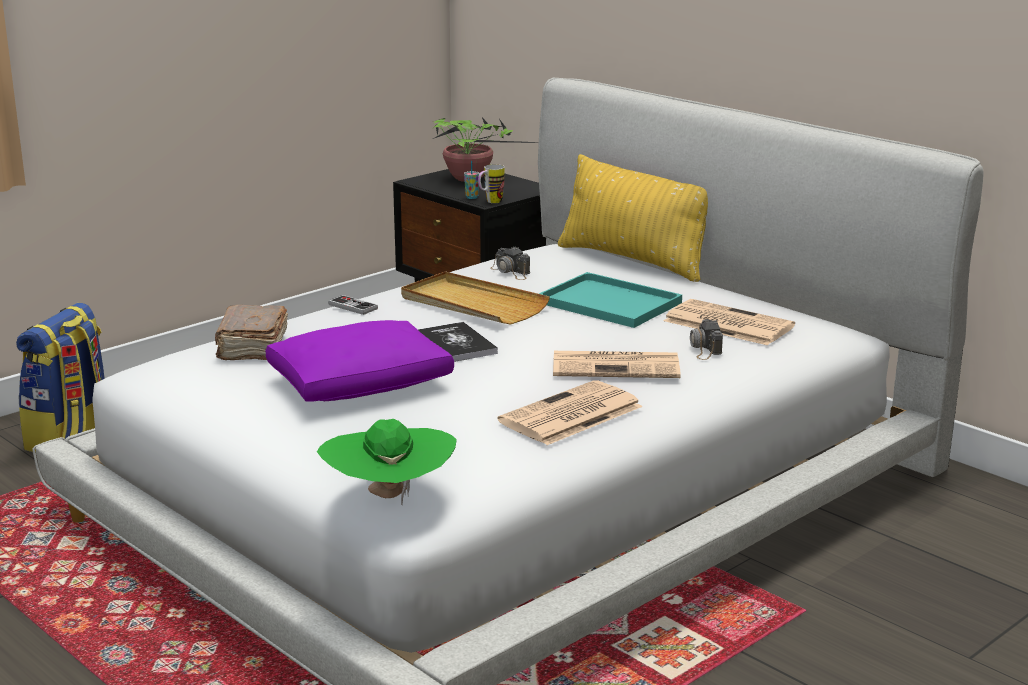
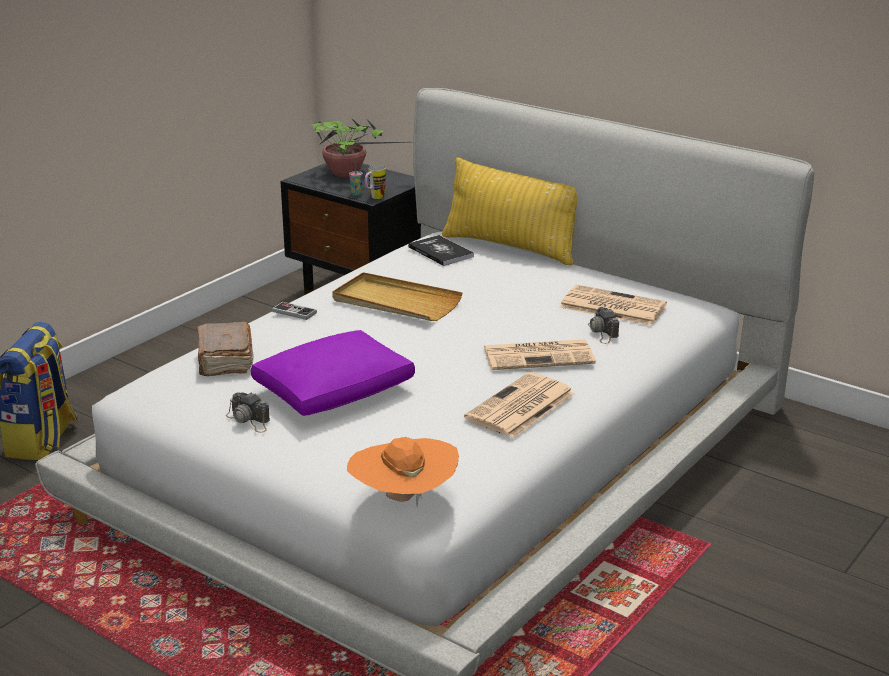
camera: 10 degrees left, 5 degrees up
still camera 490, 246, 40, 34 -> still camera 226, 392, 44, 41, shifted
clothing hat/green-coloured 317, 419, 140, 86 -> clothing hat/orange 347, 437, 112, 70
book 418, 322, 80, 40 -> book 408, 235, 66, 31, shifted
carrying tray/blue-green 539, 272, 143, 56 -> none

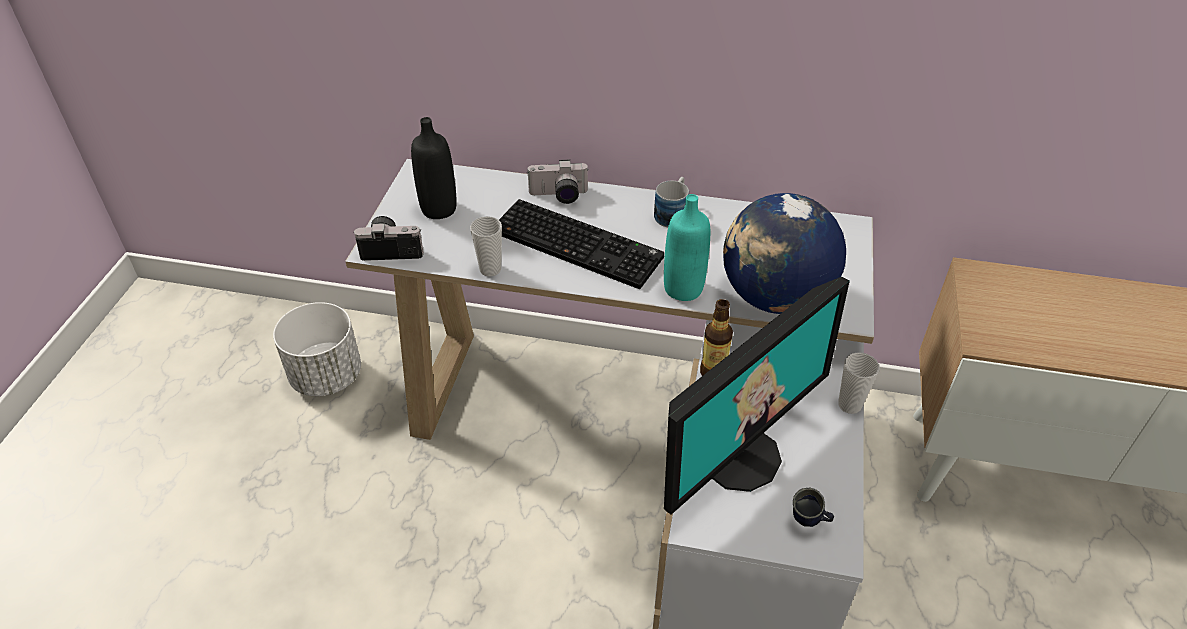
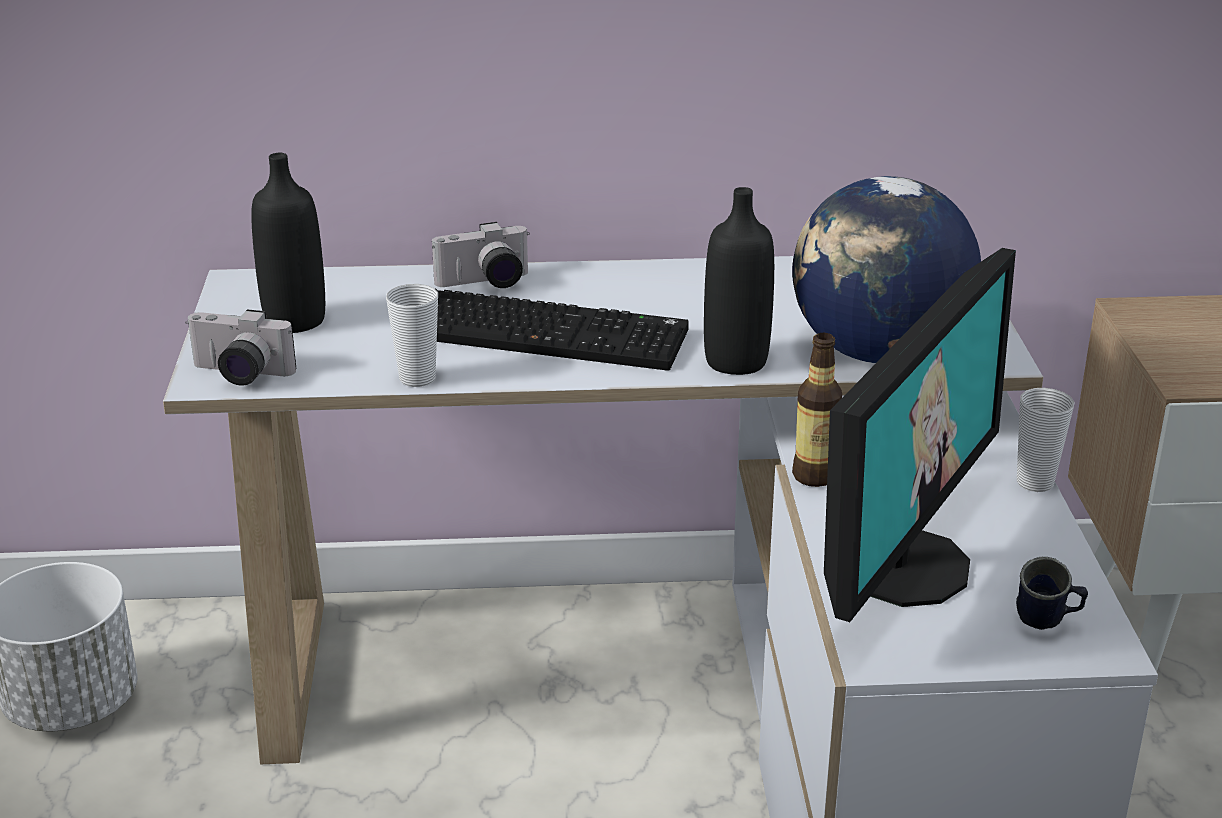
camera: 15 degrees left, 15 degrees down
still camera 354, 216, 70, 45 -> still camera 185, 309, 111, 77, 150 degrees counterclockwise
drink bottle/blue-green 664, 194, 46, 107 -> drink bottle/blackish 704, 187, 70, 188
tea mug 654, 177, 35, 50 -> none

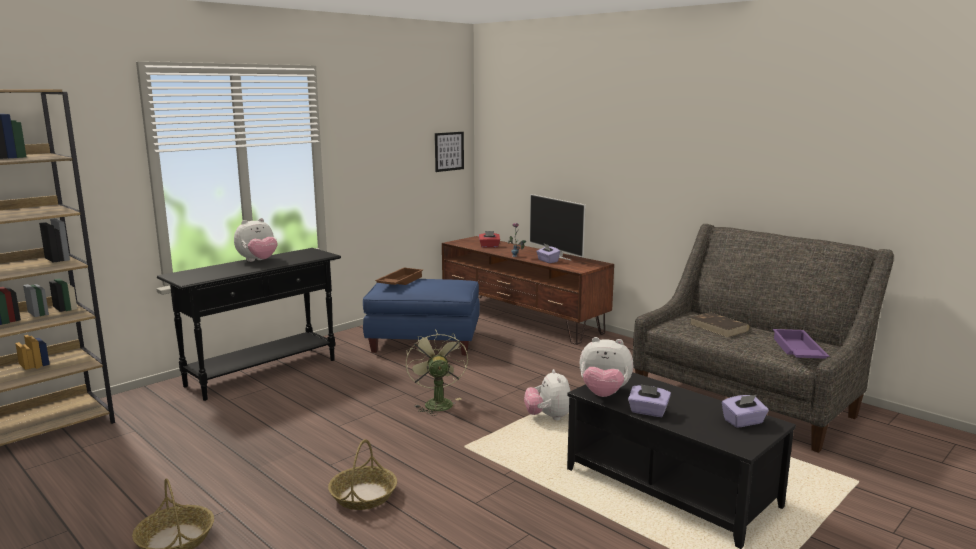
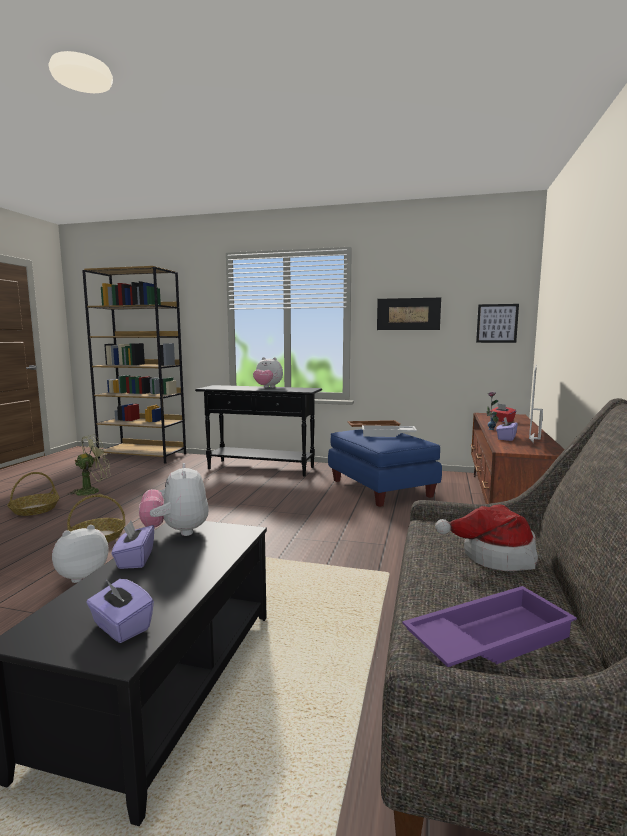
camera: 60 degrees right, 5 degrees down
cuddly toy 524, 369, 46, 51 -> cuddly toy 52, 525, 56, 58, shifted
cooling fan/green-coloured 406, 330, 62, 86 -> cooling fan/green-coloured 67, 434, 43, 62, shifted
none -> carrying tray/white-coloured 362, 425, 55, 12
none -> picture 377, 298, 64, 32
book/brownish 690, 312, 60, 25 -> clothing hat 435, 504, 103, 67

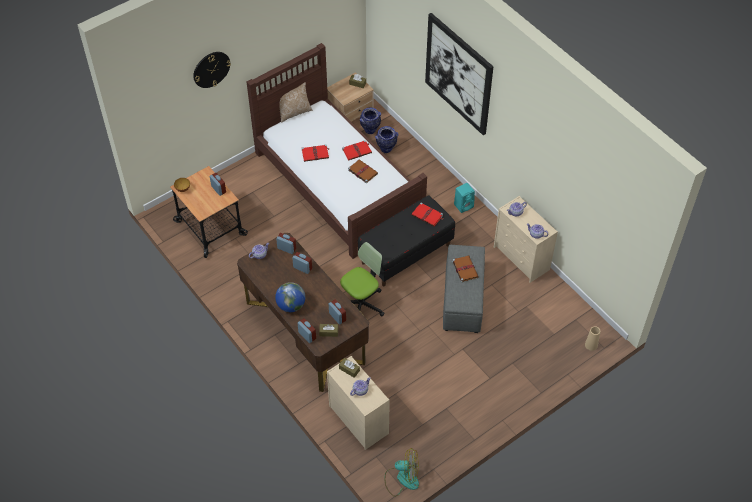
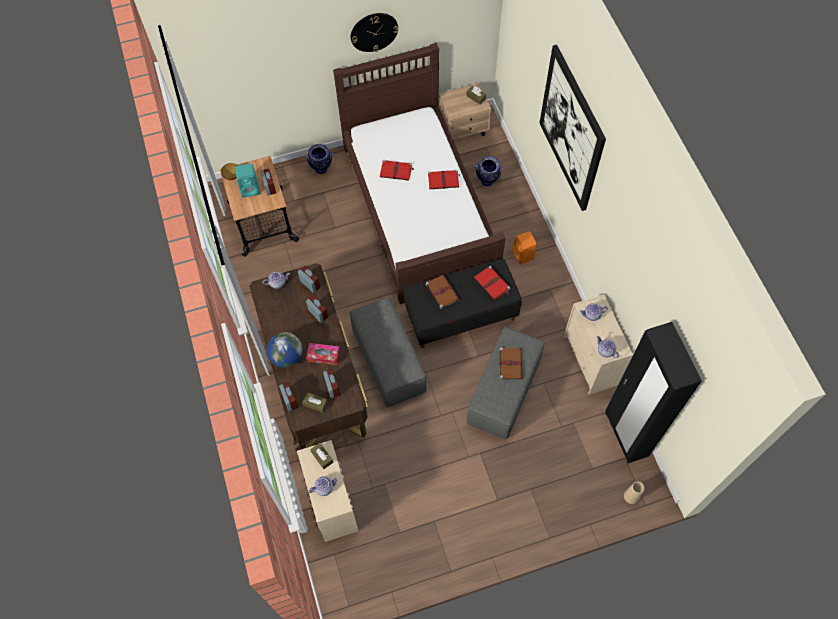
camera: 20 degrees right, 10 degrees up
audio speaker/blue-green 454, 183, 21, 30 -> audio speaker/blue-green 235, 163, 25, 35, shifted
decorative vase 359, 108, 22, 26 -> decorative vase 305, 144, 28, 30, shifted
none -> box of tissues 306, 343, 34, 22
desk chair 340, 242, 45, 75 -> ottoman/grey 350, 297, 76, 110
wall clock 193, 52, 38, 36 -> wall clock 351, 13, 47, 39, shifted
book/brownish 348, 159, 30, 24 -> book/brownish 426, 274, 33, 35, shifted
none -> audio speaker/orange 512, 231, 25, 34
none -> armoire/blackish 605, 322, 97, 141
cushion 279, 82, 33, 41 -> none
cooling fan 384, 448, 35, 49 -> none

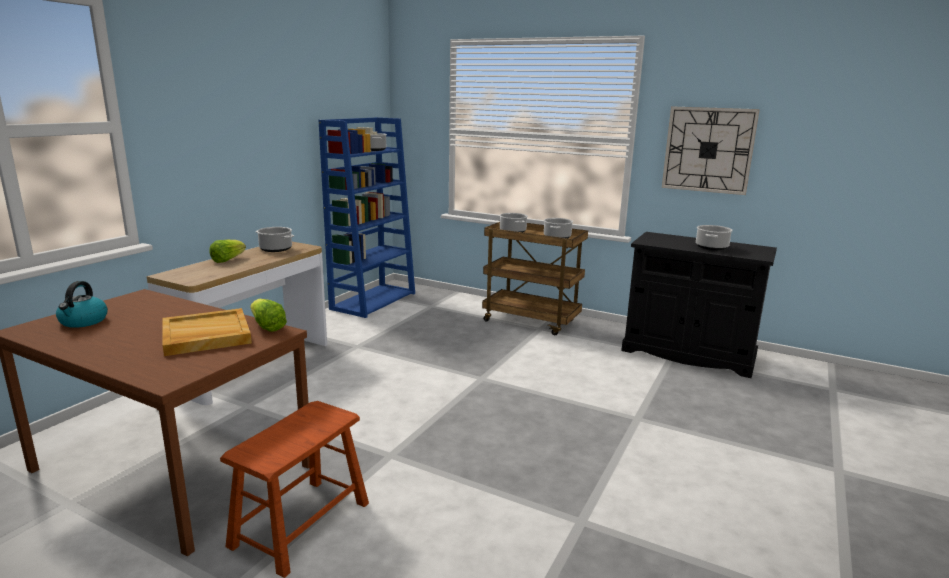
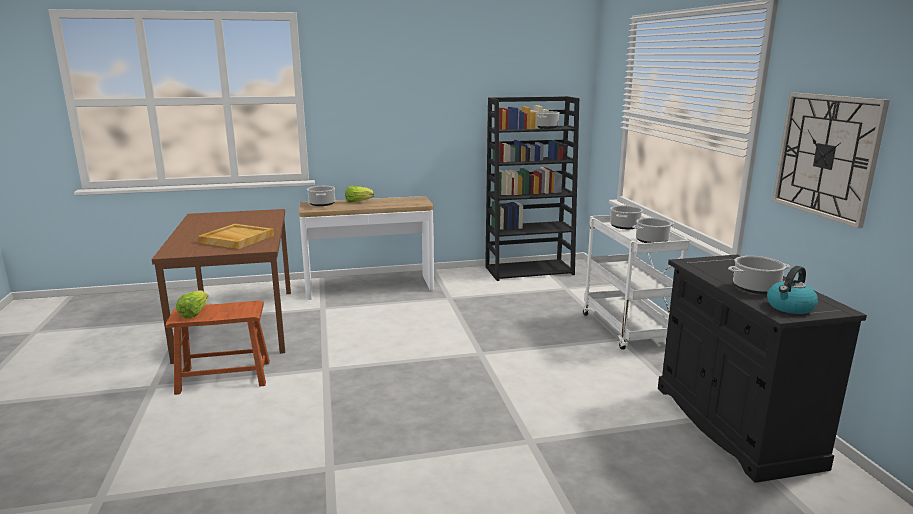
camera: 50 degrees right, 0 degrees up
lettuce head 250, 299, 37, 33 -> lettuce head 176, 291, 32, 28, shifted
stockpot 256, 227, 38, 25 -> stockpot 307, 186, 28, 20, shifted
bookcase/blue 319, 117, 96, 201 -> bookcase/blackish 485, 96, 94, 185
wheeled cart/brownish 482, 222, 106, 113 -> wheeled cart/white-coloured 583, 215, 106, 135
water kettle 56, 281, 52, 47 -> water kettle 767, 266, 51, 48, shifted

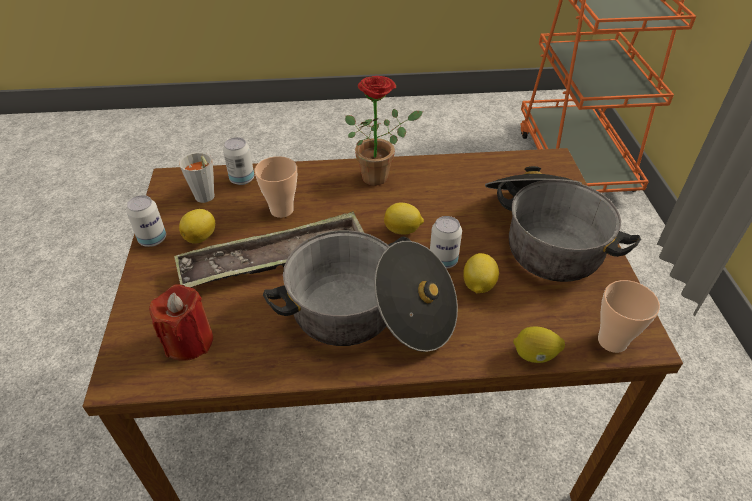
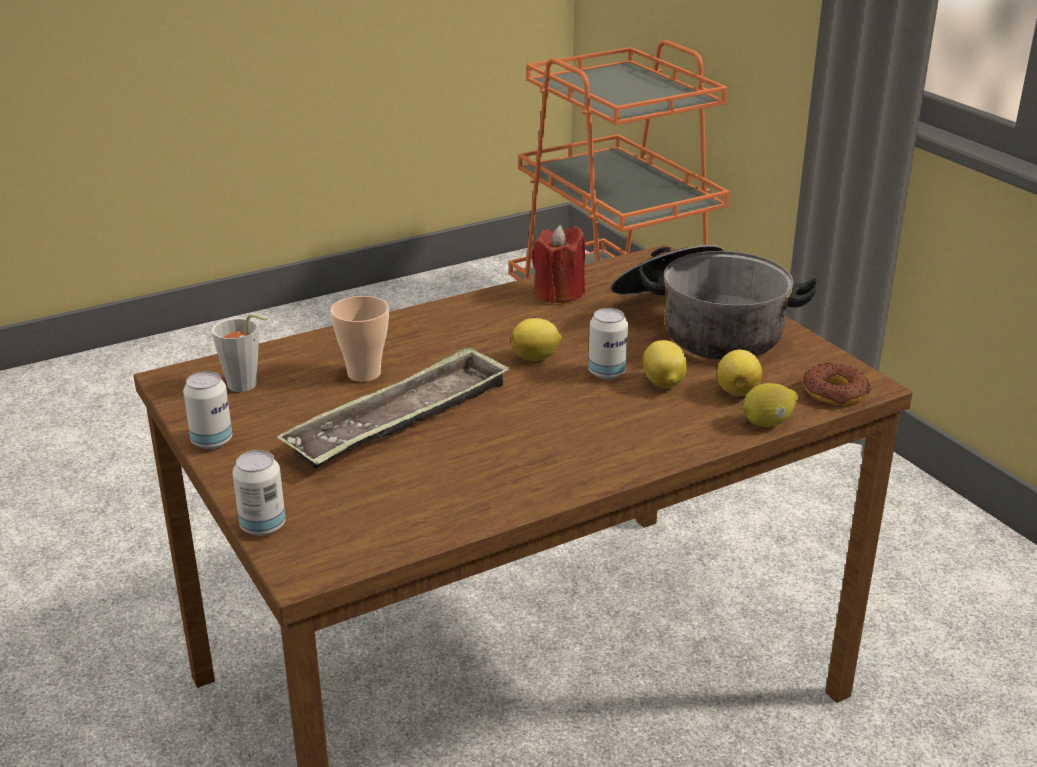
camera: 25 degrees left, 15 degrees down
can 223, 137, 31, 48 -> can 233, 450, 53, 86, shifted
wax candle/red 149, 284, 64, 77 -> wax candle/red 532, 225, 53, 79, shifted
citrus fruit 179, 209, 36, 35 -> citrus fruit 717, 349, 45, 47, shifted
drinking cup 598, 280, 62, 73 -> donut 803, 363, 68, 42
stockpot 263, 230, 195, 122 -> none
potted plant 345, 76, 78, 110 -> none

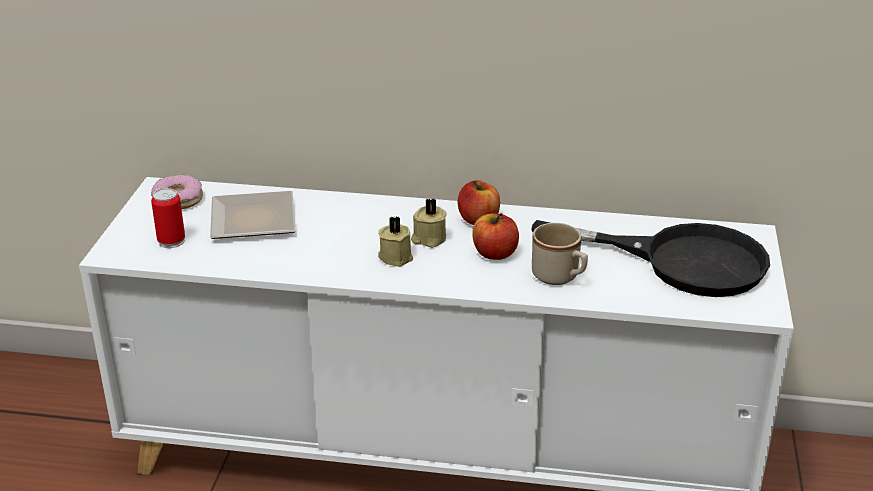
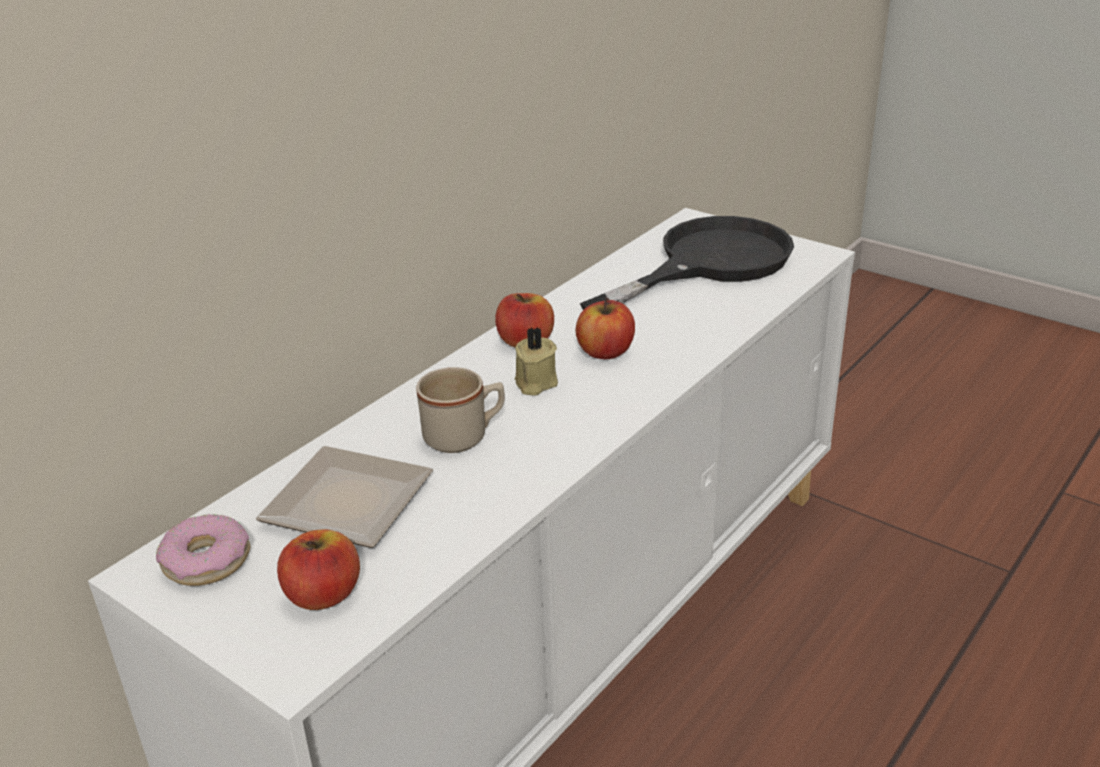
camera: 60 degrees left, 0 degrees up
can 151, 188, 34, 60 -> apple fruit 277, 529, 83, 81
tea mug/beige 532, 223, 56, 62 -> tea mug/beige 416, 367, 89, 86, shifted
wax candle/beige 378, 216, 35, 51 -> none

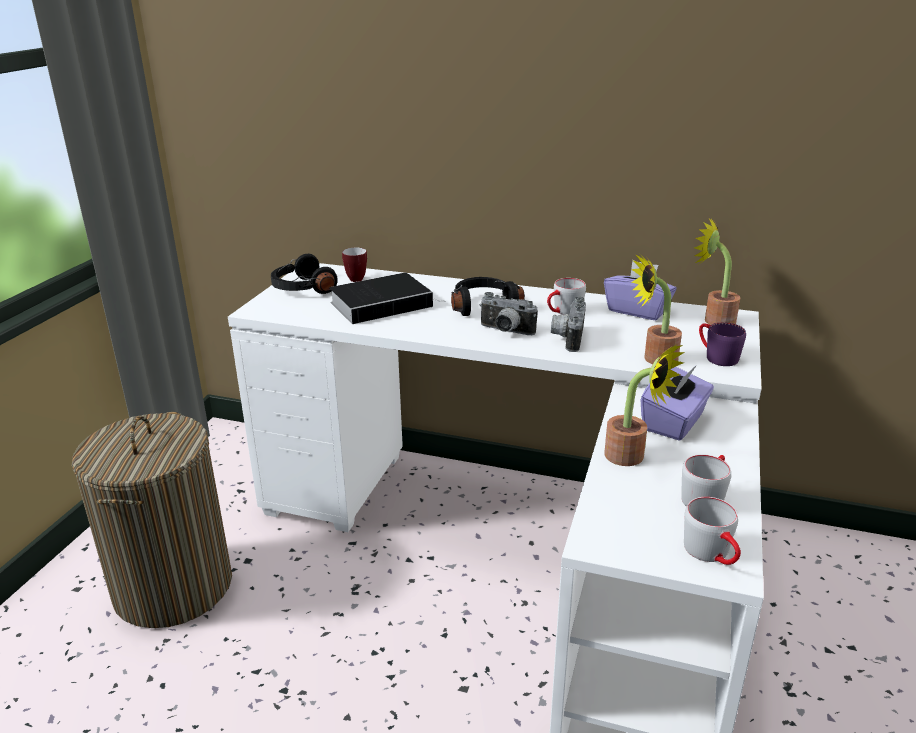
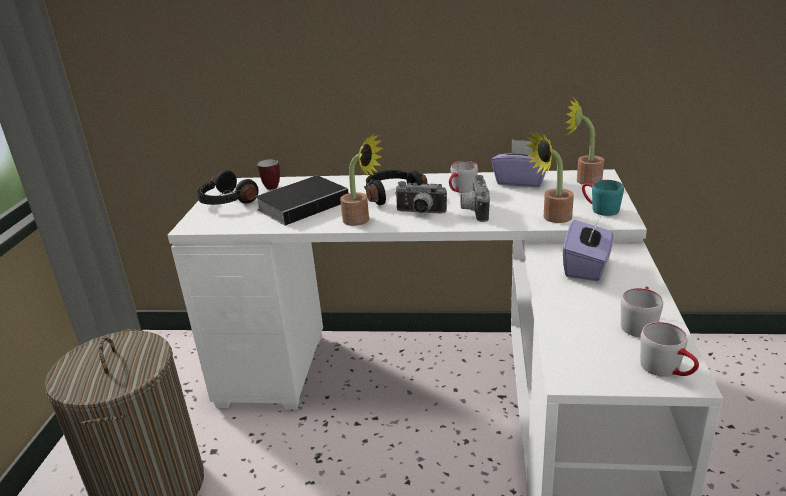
camera: 10 degrees left, 0 degrees up
potted plant 604, 344, 81, 122 -> potted plant 340, 134, 43, 92, shifted
tea mug/purplish 699, 322, 47, 44 -> tea mug/blue-green 582, 180, 42, 36

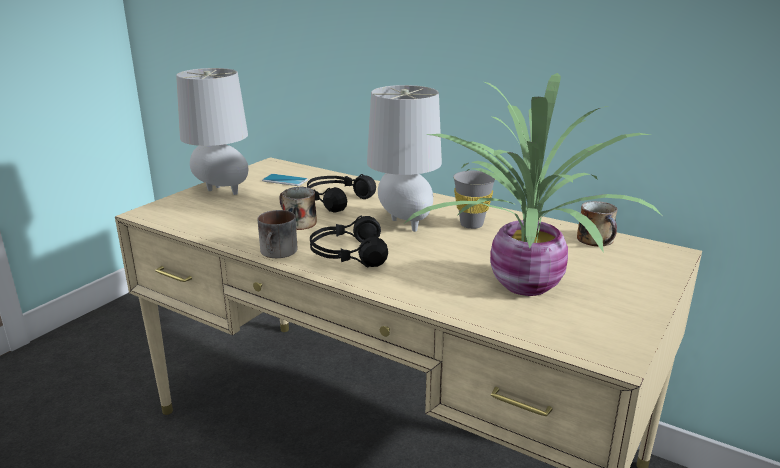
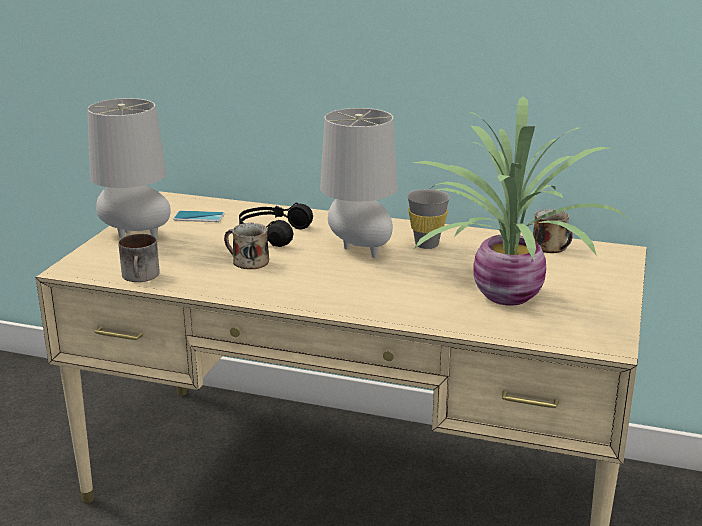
camera: 15 degrees left, 0 degrees up
tea mug 258, 210, 40, 48 -> tea mug 118, 234, 42, 48, shifted
pair of headphones/blackish 310, 216, 78, 51 -> none

